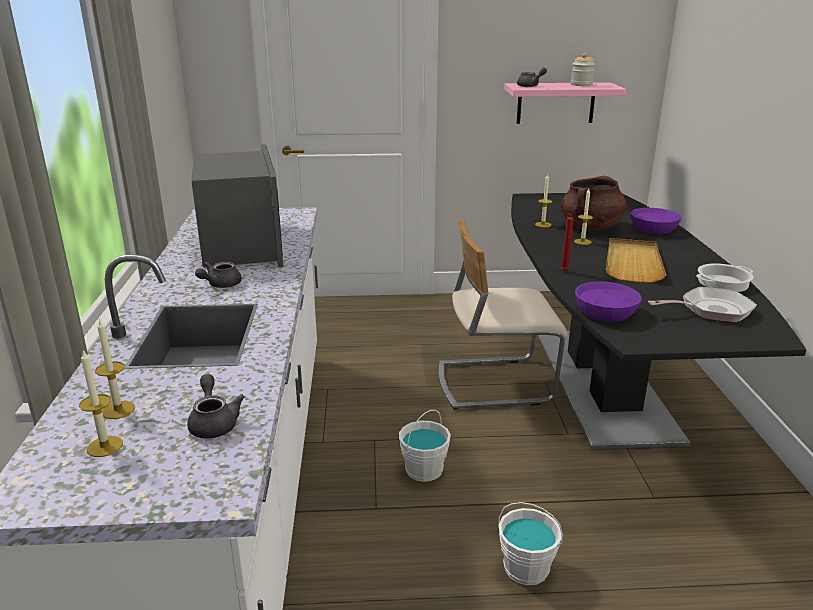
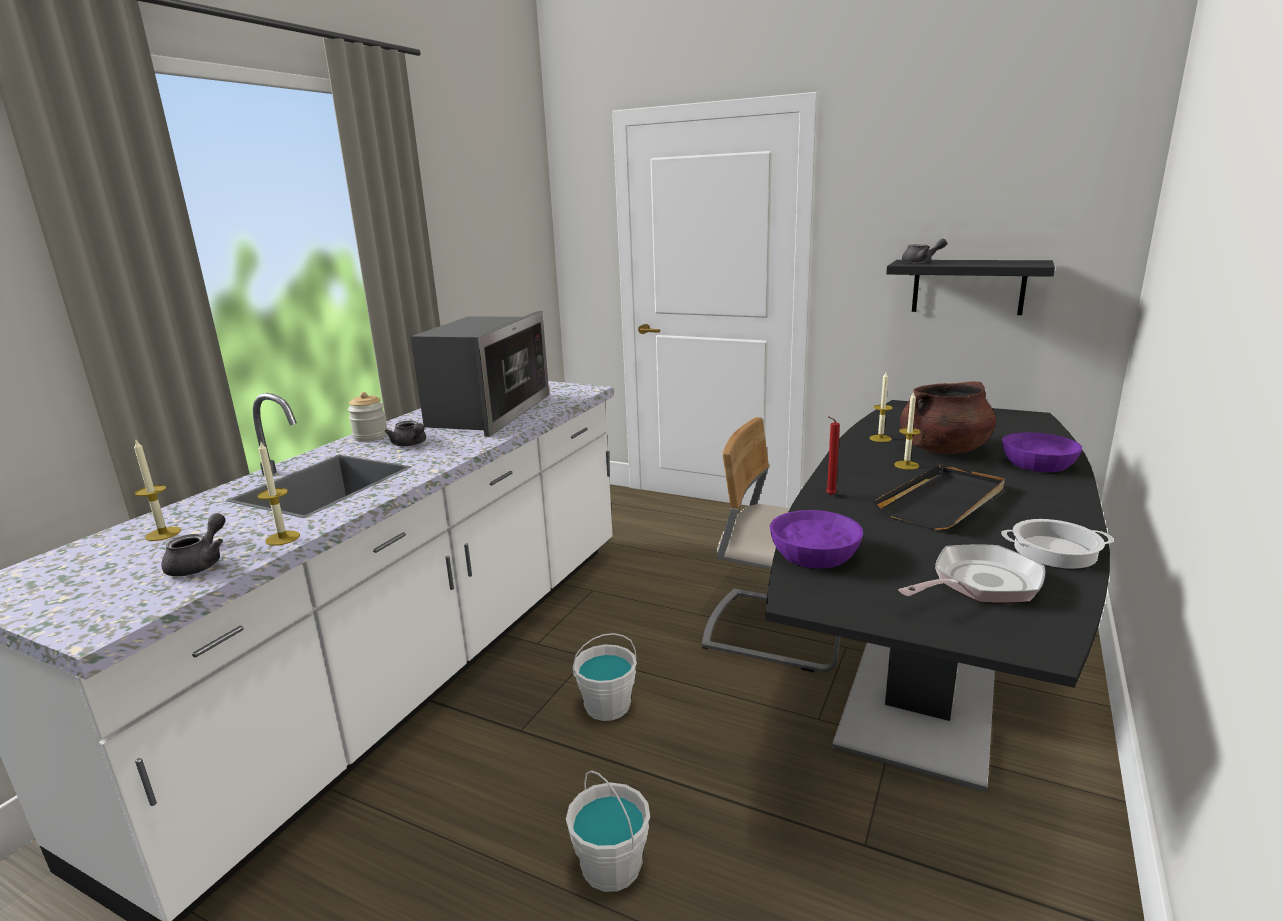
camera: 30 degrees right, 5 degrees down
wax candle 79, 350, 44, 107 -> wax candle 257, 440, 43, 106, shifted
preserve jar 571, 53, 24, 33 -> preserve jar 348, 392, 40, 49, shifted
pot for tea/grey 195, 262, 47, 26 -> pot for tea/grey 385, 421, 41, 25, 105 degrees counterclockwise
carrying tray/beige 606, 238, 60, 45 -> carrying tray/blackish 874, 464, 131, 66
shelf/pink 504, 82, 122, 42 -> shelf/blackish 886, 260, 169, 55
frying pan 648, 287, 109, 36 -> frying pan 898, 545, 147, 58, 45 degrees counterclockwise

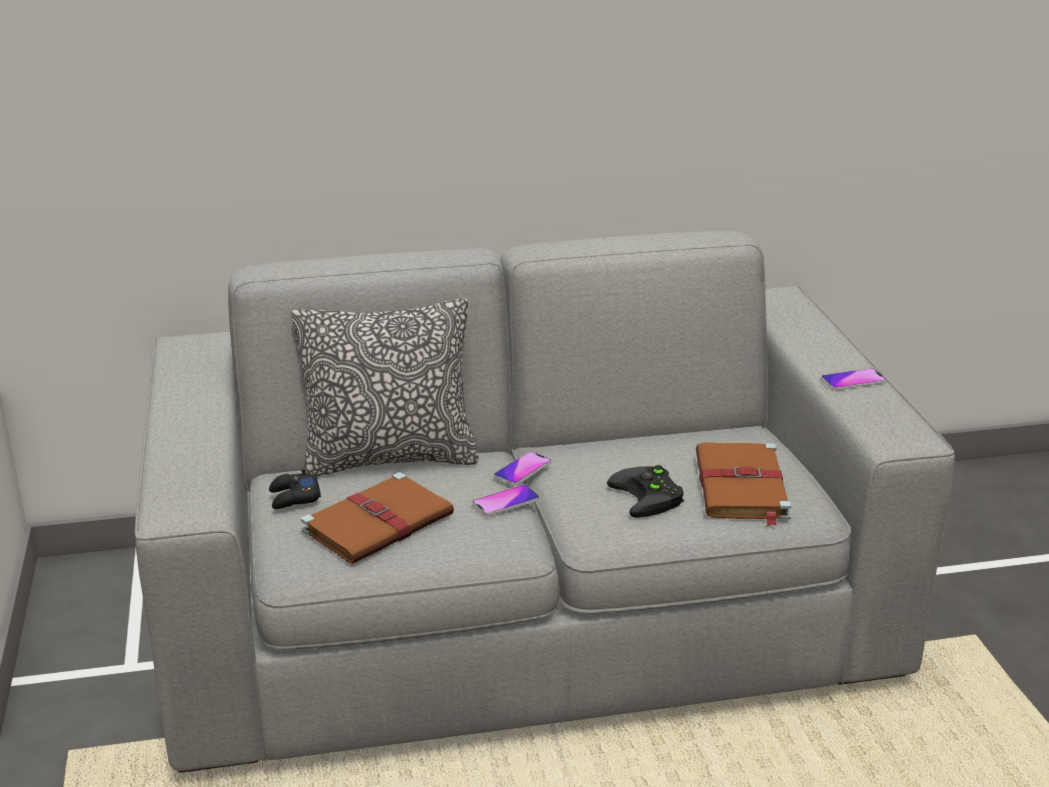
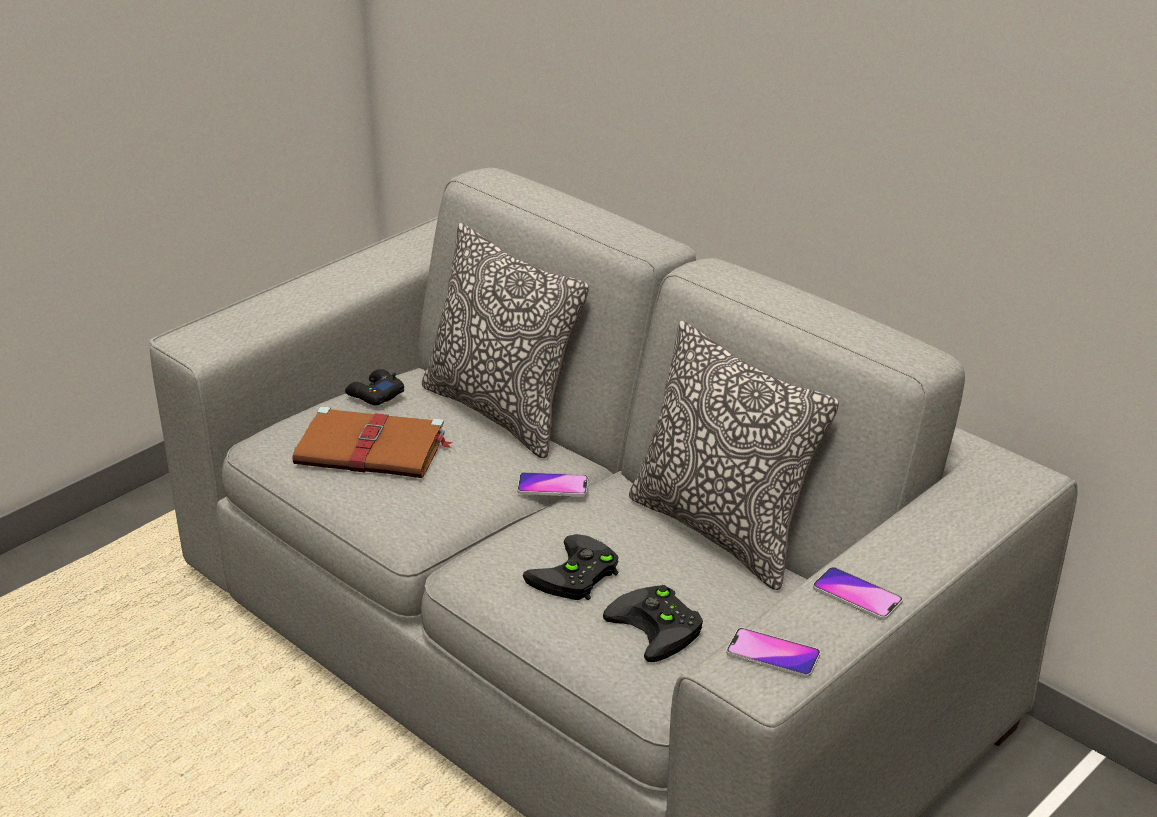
camera: 55 degrees right, 5 degrees up
book/brownish 696, 442, 95, 84 -> game controller/blackish 603, 585, 100, 77
none -> cushion 629, 321, 210, 269
handset 472, 484, 67, 33 -> handset 726, 628, 95, 50, shifted

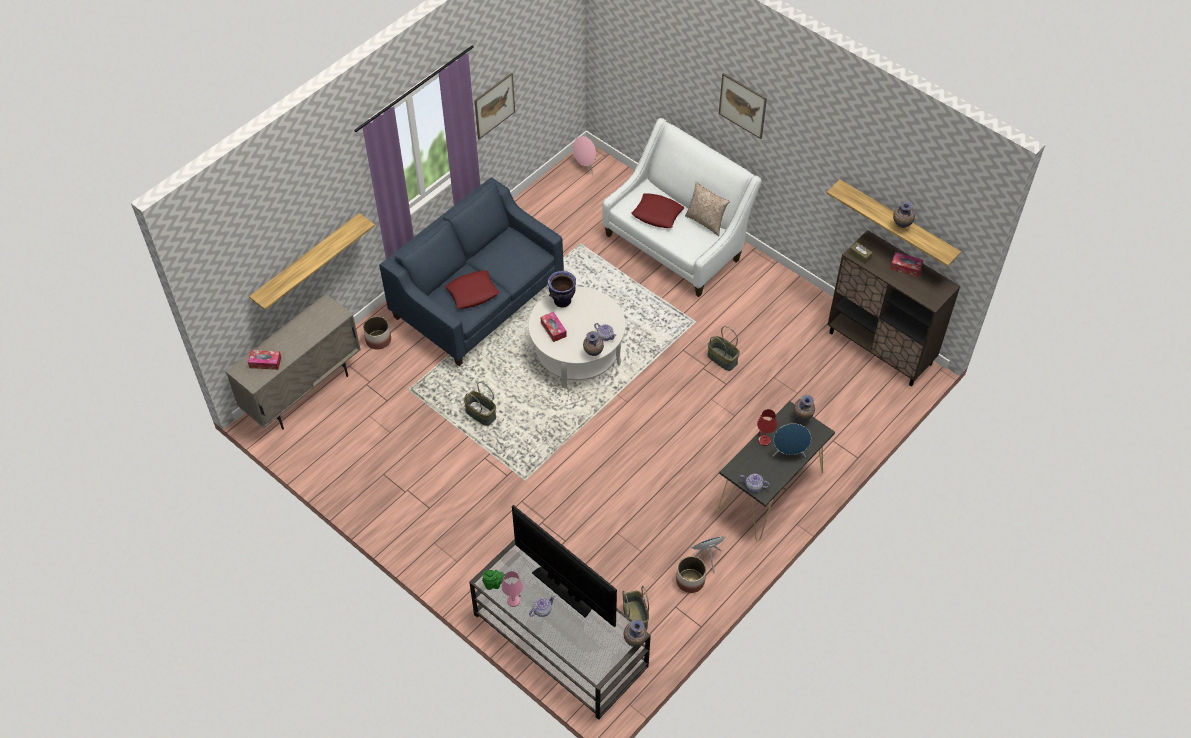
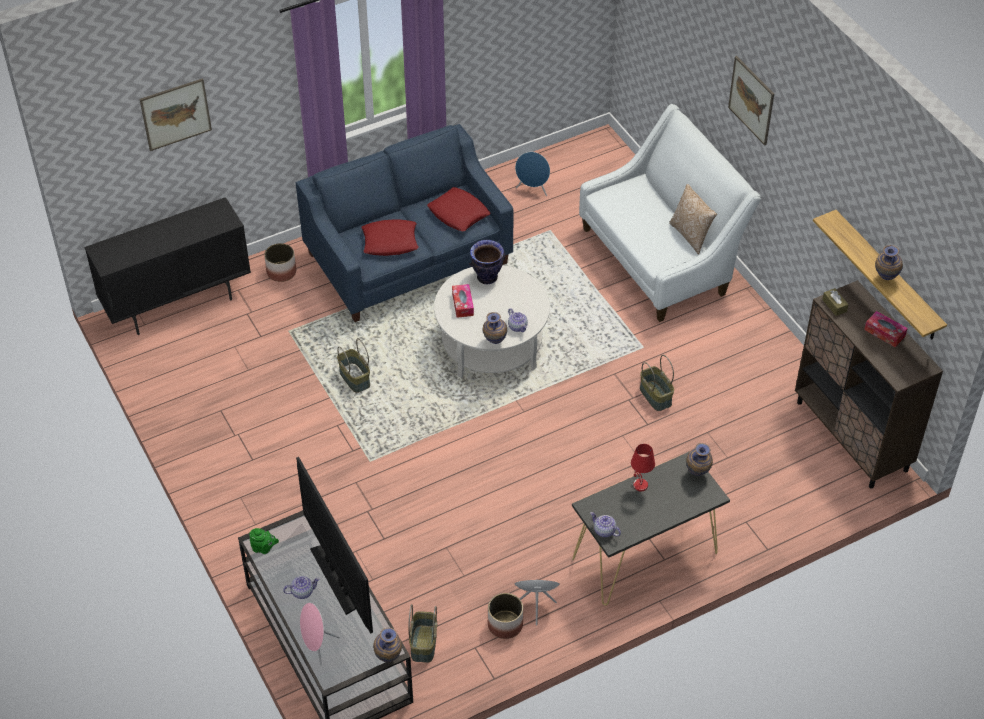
camera: 20 degrees right, 5 degrees down
cabinet/beige 225, 294, 136, 136 -> cabinet/blackish 84, 197, 167, 138
picture 474, 73, 41, 66 -> picture 140, 78, 72, 73, shifted
audio speaker/pink 573, 136, 23, 39 -> audio speaker/pink 300, 602, 40, 63, shifted
cushion/red 631, 193, 53, 35 -> cushion/red 427, 187, 64, 44, shifted
audio speaker/blue 773, 423, 38, 35 -> audio speaker/blue 515, 152, 35, 44, shifted
box of tissues 248, 350, 33, 20 -> none
shelf 249, 213, 126, 97 -> none
tabletop lamp/pink 502, 571, 21, 36 -> none

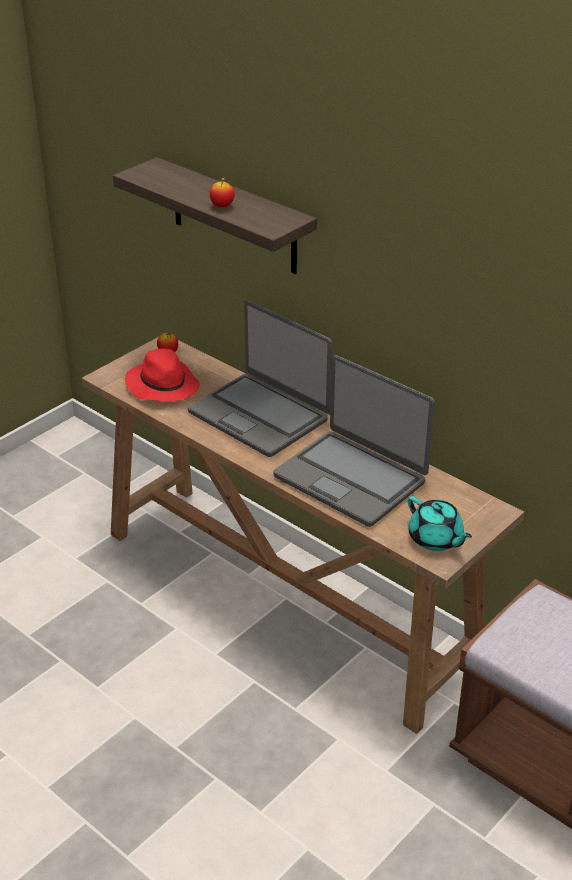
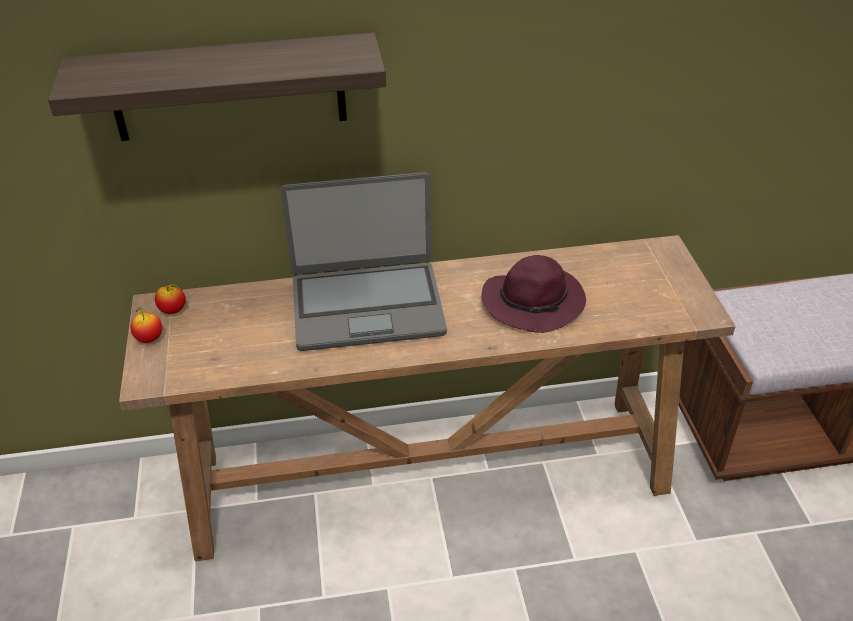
camera: 50 degrees left, 5 degrees up
apple fruit 209, 176, 26, 31 -> apple fruit 131, 308, 31, 35, shifted
portable computer 274, 355, 161, 172 -> clothing hat/purplish 482, 255, 104, 78
clothing hat/red 125, 348, 75, 54 -> none
pot for tea/blue-green 408, 496, 64, 55 -> none

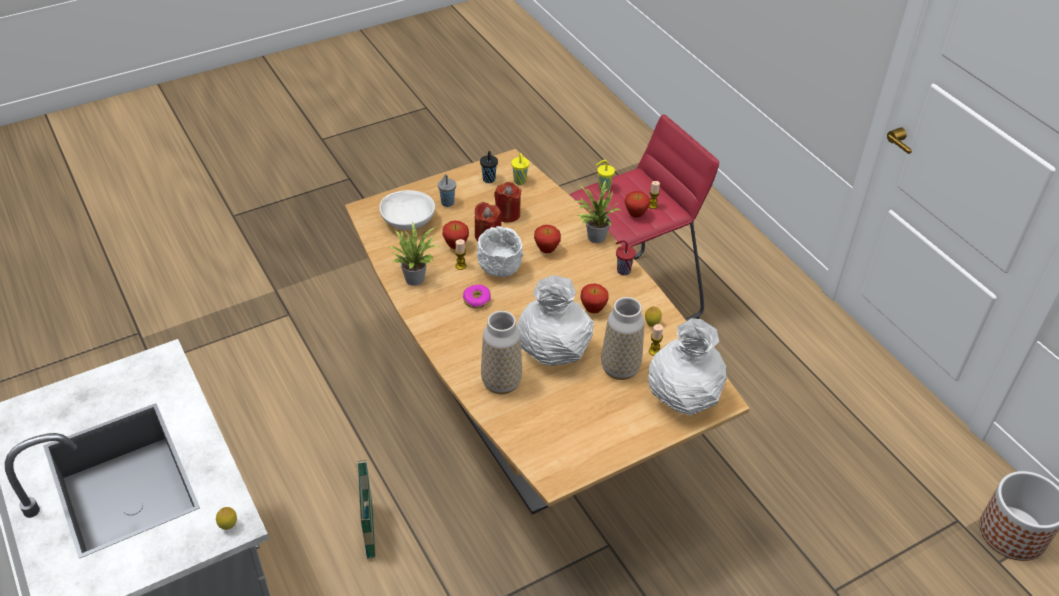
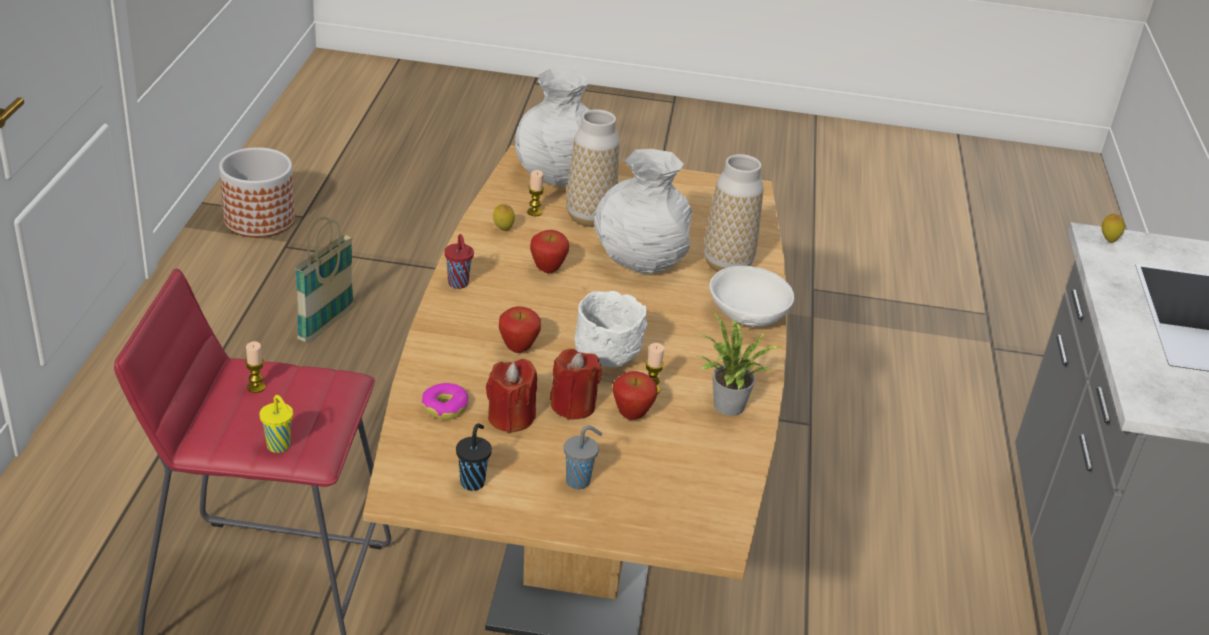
camera: 145 degrees left, 10 degrees down
basket 356, 460, 20, 99 -> basket 295, 217, 59, 126, shifted
donut 463, 284, 28, 25 -> donut 422, 383, 47, 36, shifted
deep dish/white-coloured 379, 190, 56, 40 -> deep dish/white-coloured 709, 266, 85, 61, shifted
drinking cup/yellowish 511, 153, 18, 32 -> none
potted plant 573, 179, 47, 64 -> none
apple fruit 625, 191, 25, 27 -> none

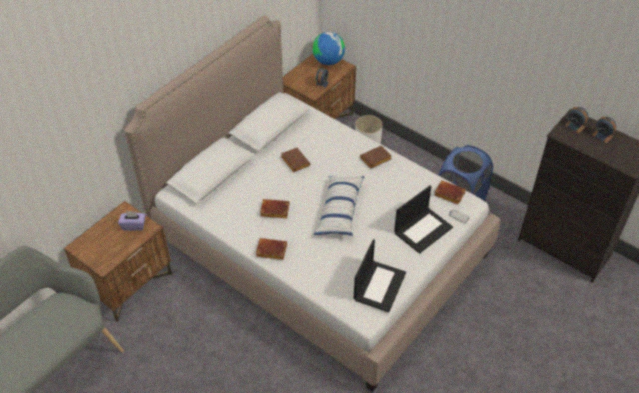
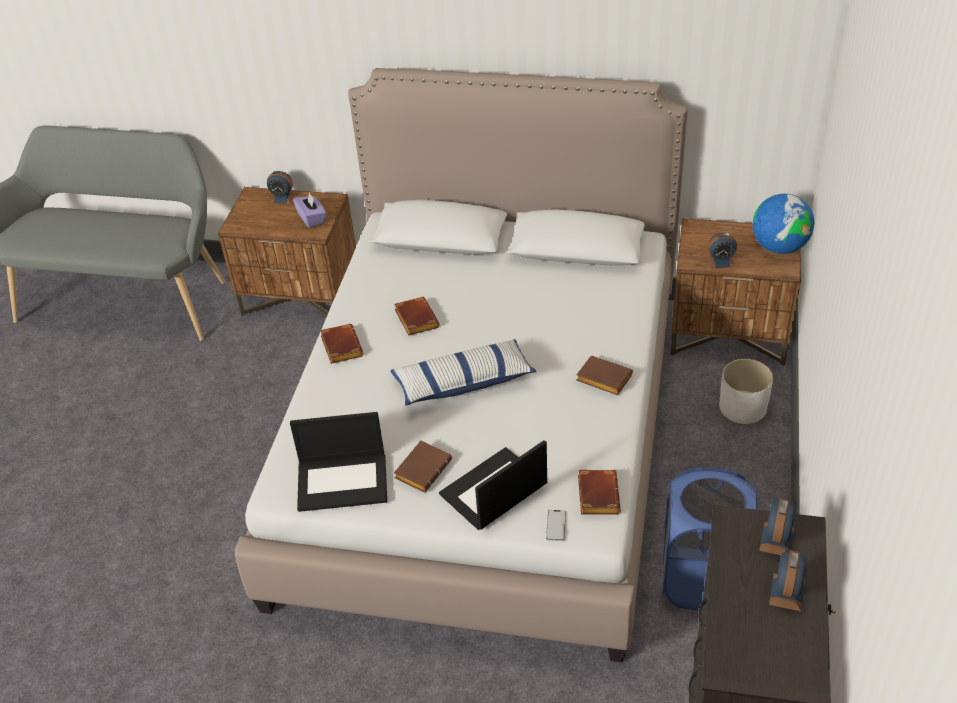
camera: 65 degrees right, 5 degrees down
none -> bedside clock 267, 171, 29, 33
book/brownish 281, 148, 29, 24 -> book/brownish 394, 441, 58, 51, shifted
portable computer 394, 185, 59, 69 -> portable computer 439, 440, 108, 90, 120 degrees clockwise

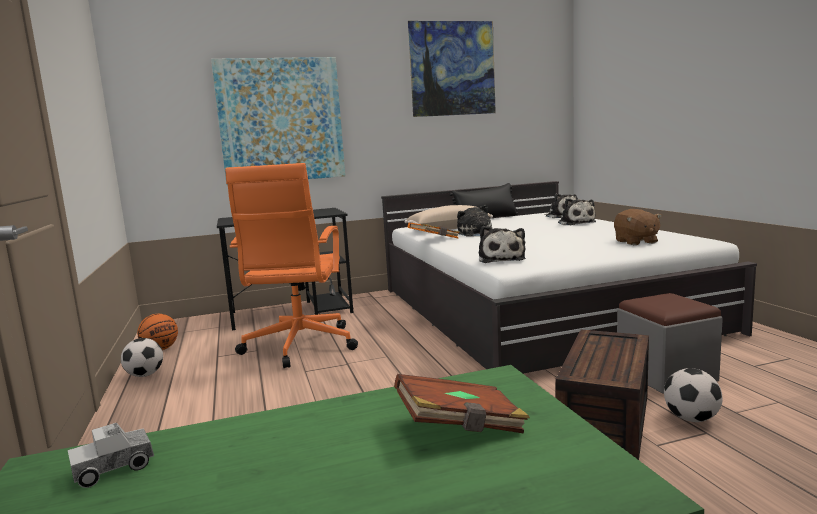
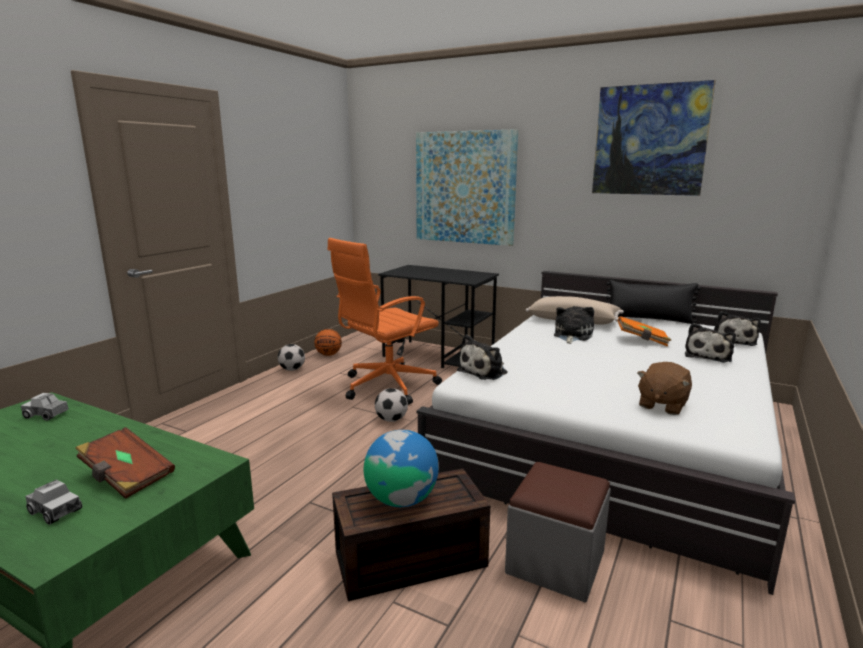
camera: 45 degrees right, 5 degrees up
none -> toy lorry 25, 480, 57, 45
none -> desk globe 364, 430, 75, 77
football 664, 368, 59, 54 -> football 375, 388, 33, 34, shifted
book/orange 408, 222, 52, 17 -> book/orange 617, 316, 54, 31, shifted

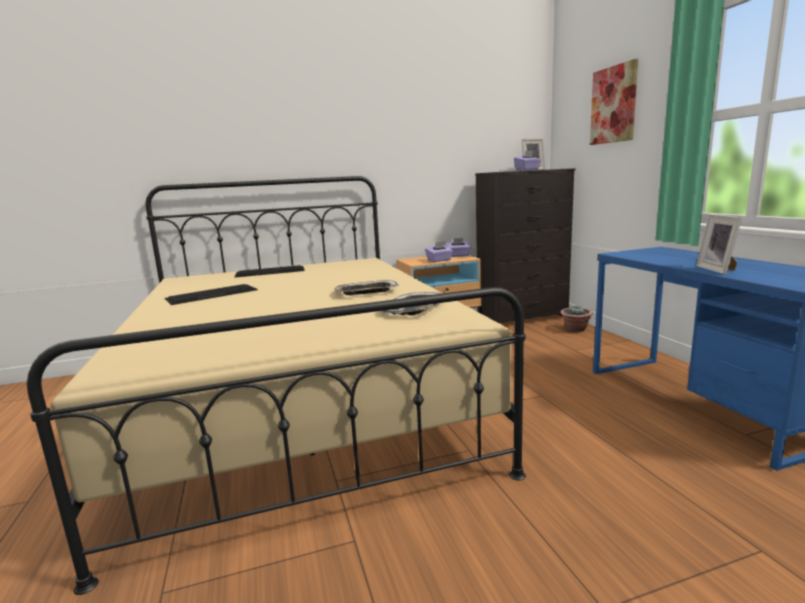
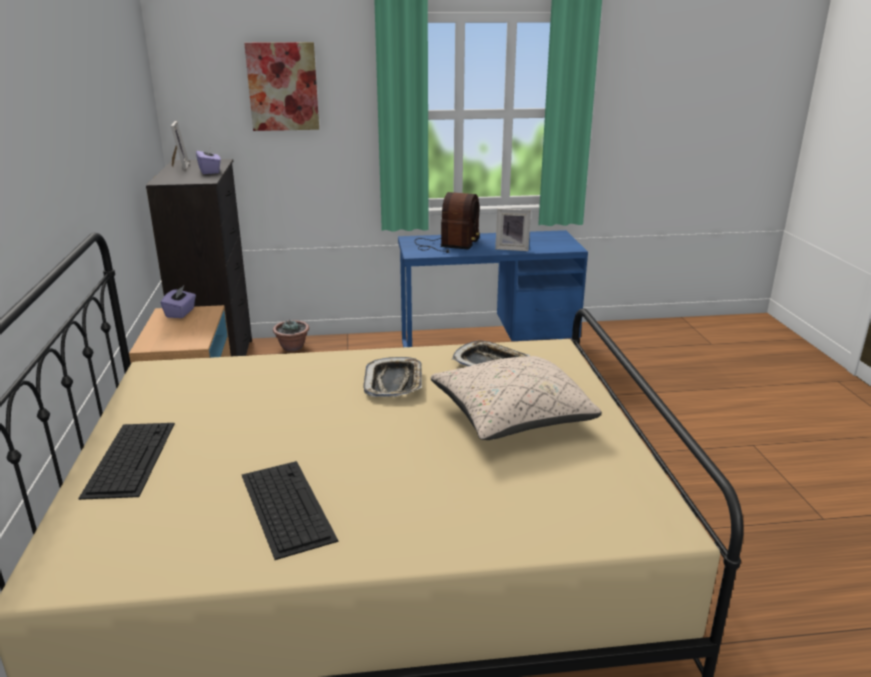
camera: 80 degrees left, 10 degrees up
none -> radio receiver 415, 192, 65, 61
none -> cushion/beige 431, 356, 171, 84
box of tissues/purplish 425, 242, 28, 20 -> none

